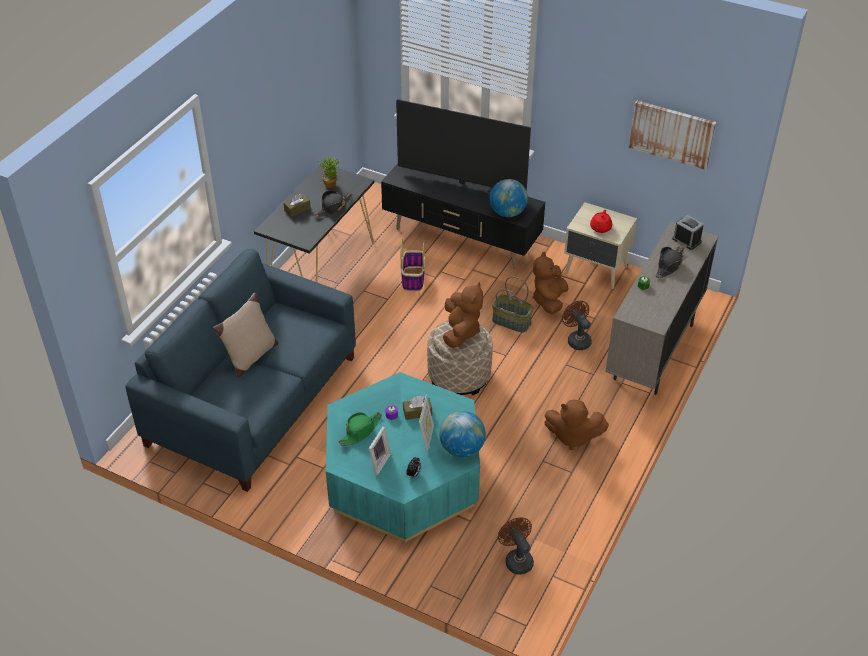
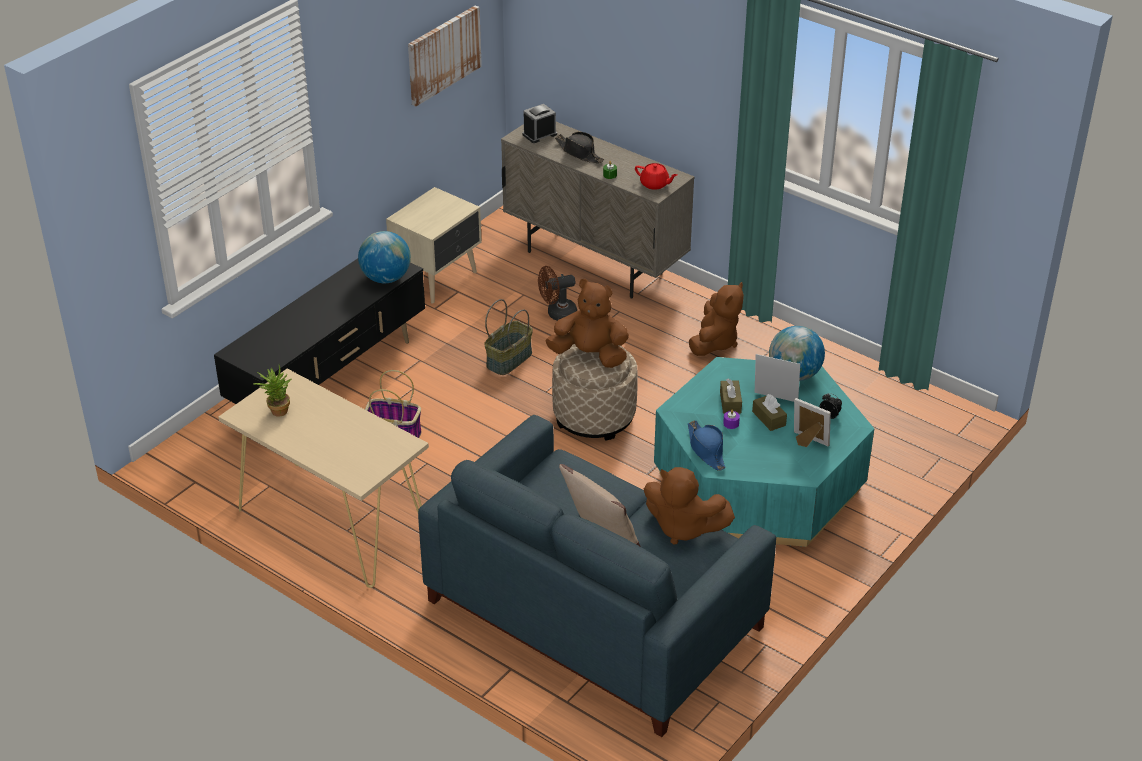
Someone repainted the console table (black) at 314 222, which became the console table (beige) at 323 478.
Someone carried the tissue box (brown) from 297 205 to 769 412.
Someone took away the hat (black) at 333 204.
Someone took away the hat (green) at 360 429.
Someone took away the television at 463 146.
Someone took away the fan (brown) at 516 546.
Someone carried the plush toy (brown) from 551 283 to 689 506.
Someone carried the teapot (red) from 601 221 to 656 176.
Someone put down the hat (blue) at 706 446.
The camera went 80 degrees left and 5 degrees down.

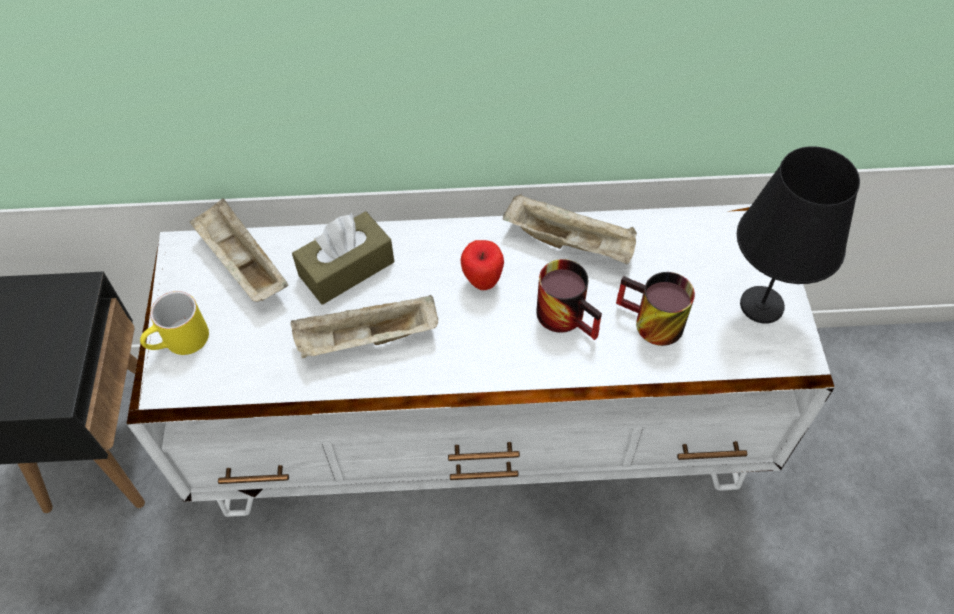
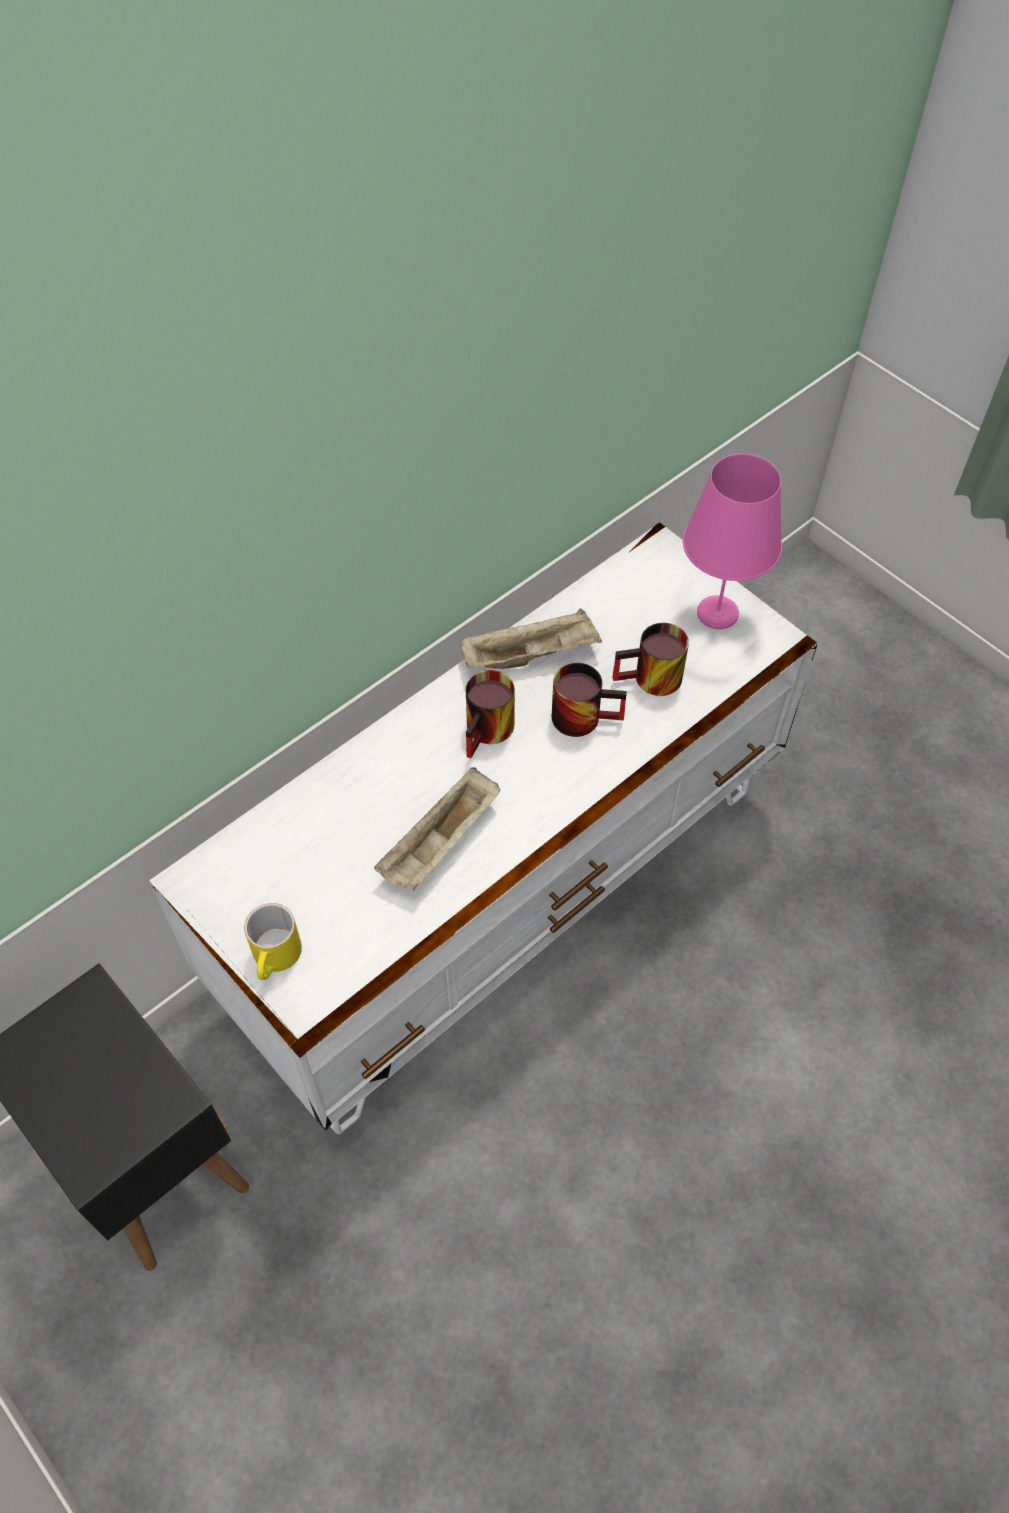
Someone took away the tray (beige) at 239 250.
Someone took away the tissue box (brown) at 343 258.
Someone swapped the apple at 482 265 for the mug at 490 714.
Someone repainted the table lamp (black) at 798 235, which became the table lamp (pink) at 732 541.
The camera went 40 degrees left and 0 degrees up.

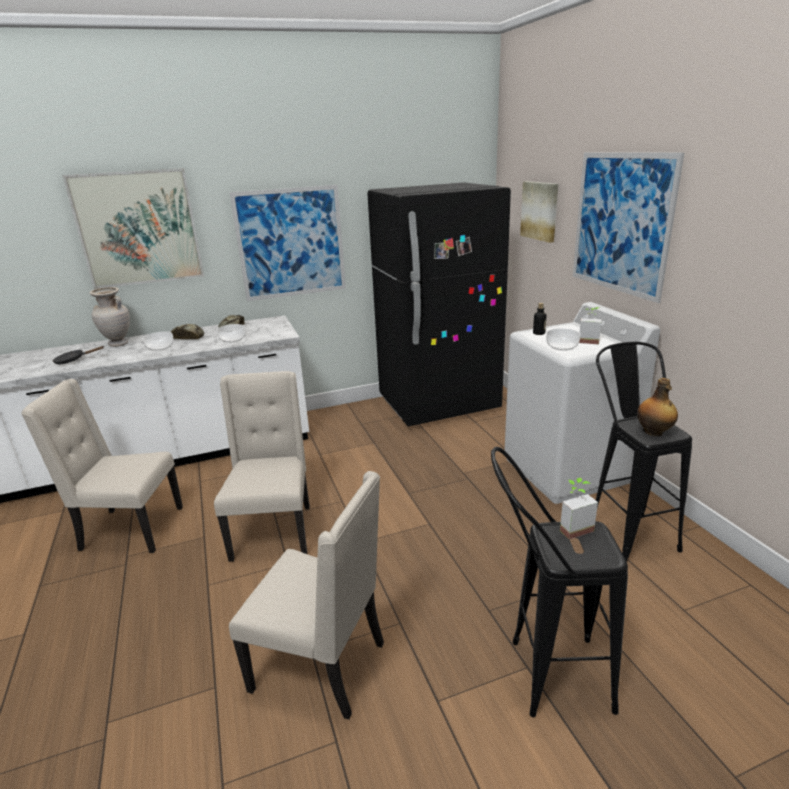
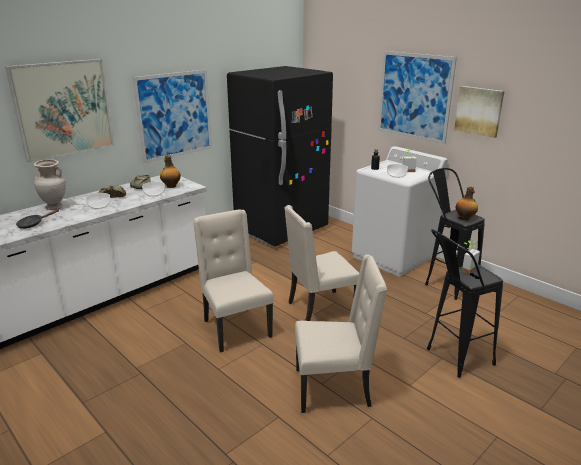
Someone carried the chair (beige) from 102 466 to 322 263.
Someone carried the picture from 539 212 to 479 112.
Someone put down the bottle at 170 171.
The camera went 25 degrees left and 0 degrees up.

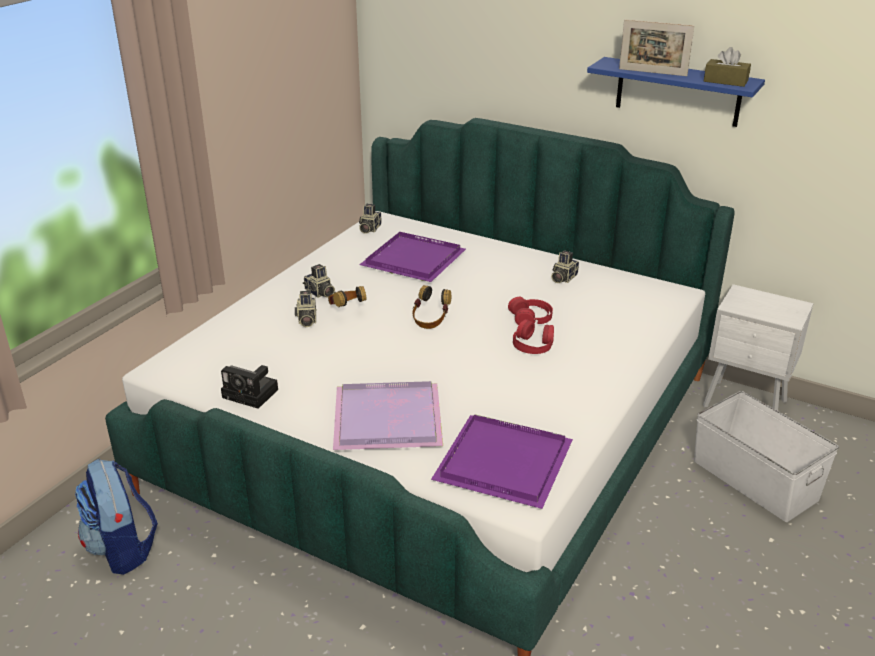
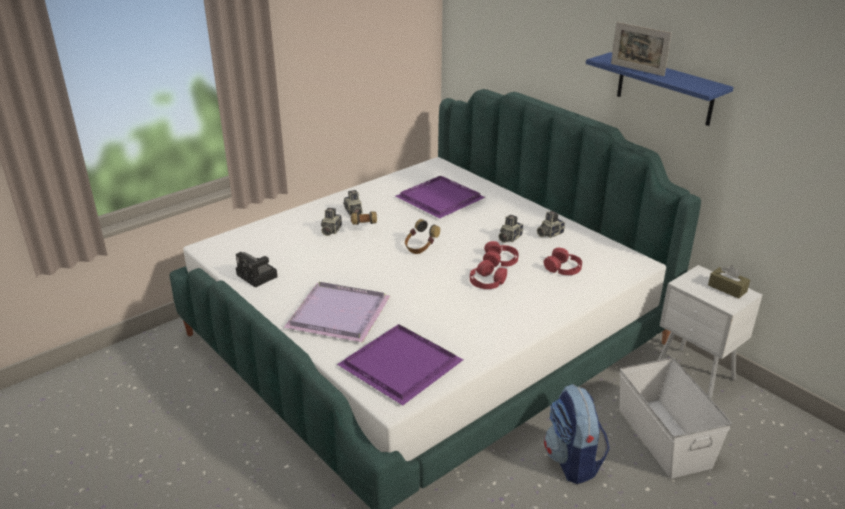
Someone carried the backpack from 116 517 to 577 434.
Someone carried the photo camera from 370 219 to 511 229.
Someone carried the tissue box (brown) from 727 67 to 729 282.
Someone put down the headphones (red) at 563 261.
The camera went 20 degrees right and 0 degrees up.

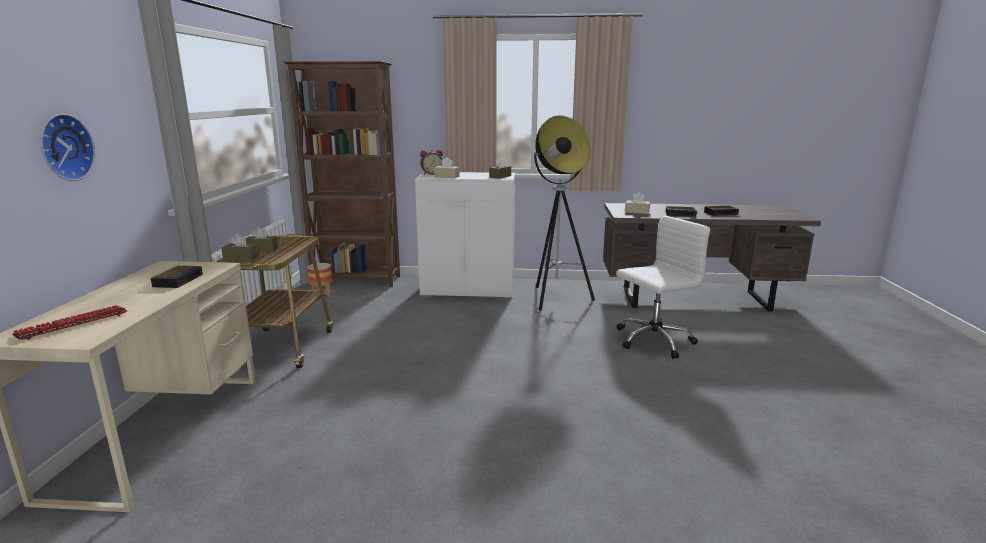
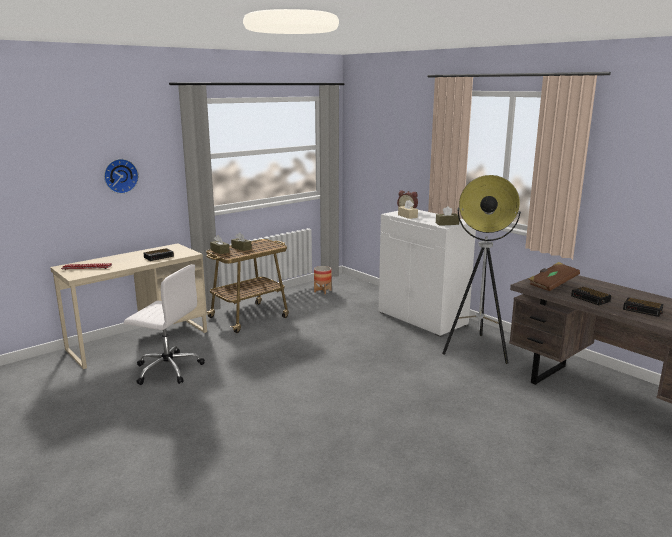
Someone took away the bookcase (brown) at 341 174.
Someone carried the office chair (white) from 663 287 to 164 324.
Someone swapped the tissue box (beige) at 637 203 for the book (brown) at 554 276.
The camera went 45 degrees right and 0 degrees up.

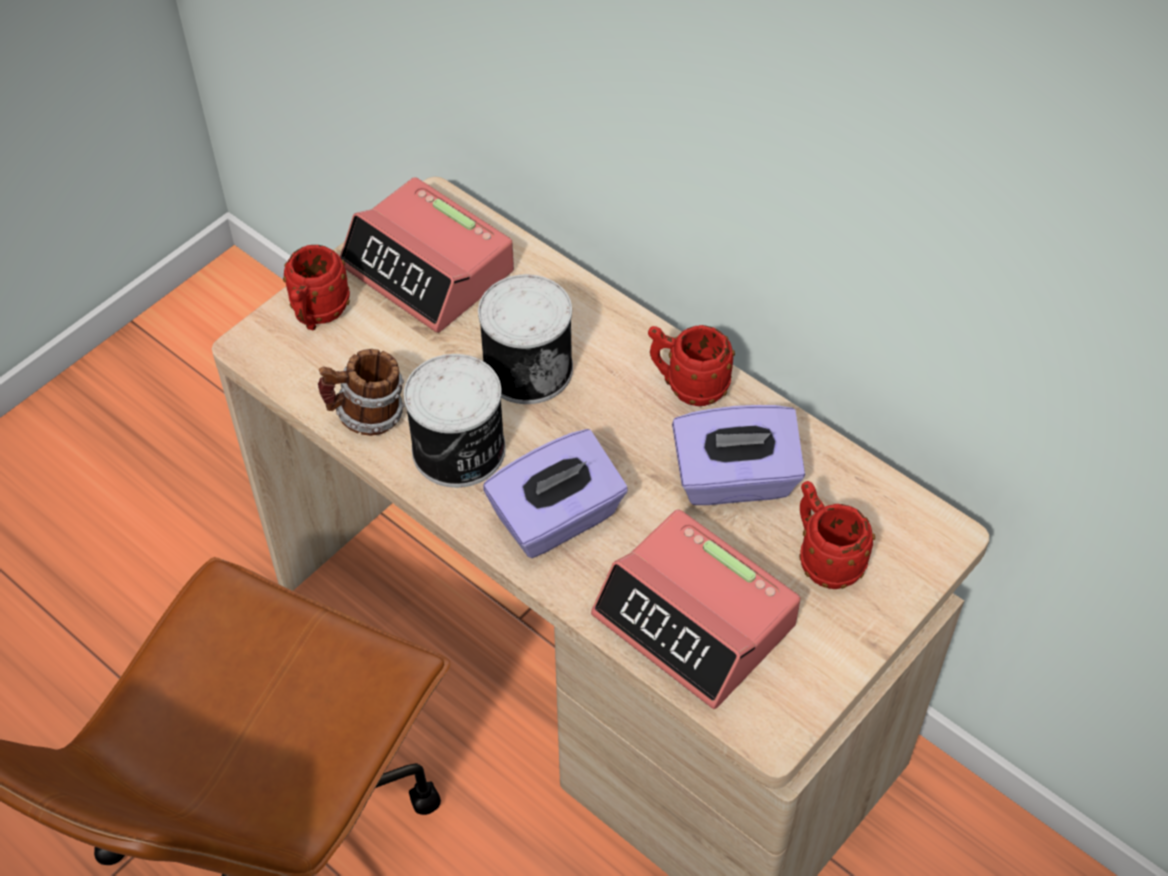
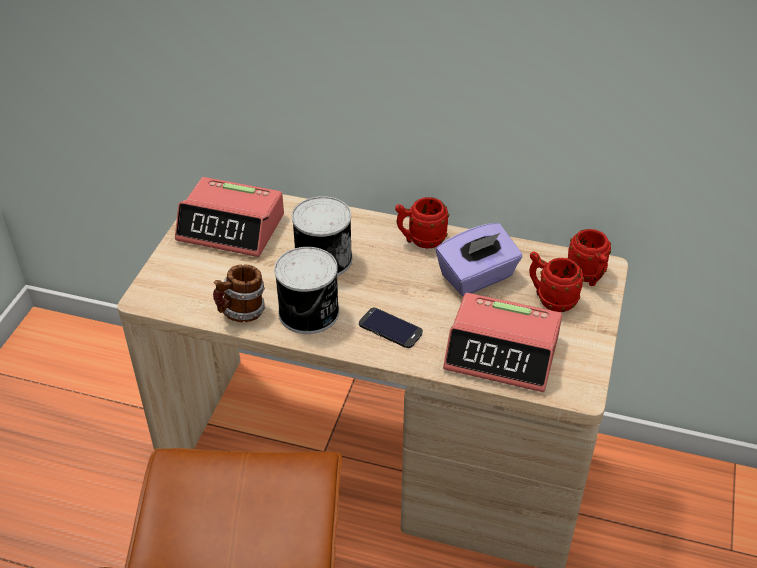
Someone carried the mug (red) from 316 287 to 589 257.
Someone swapped the tissue box (purple) at 555 493 for the phone at 391 328.
The camera went 25 degrees left and 10 degrees down.

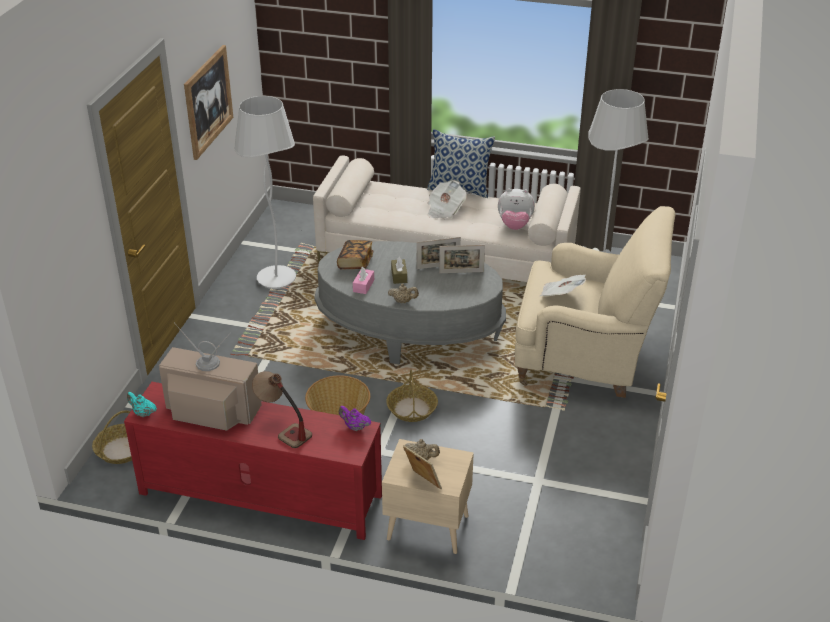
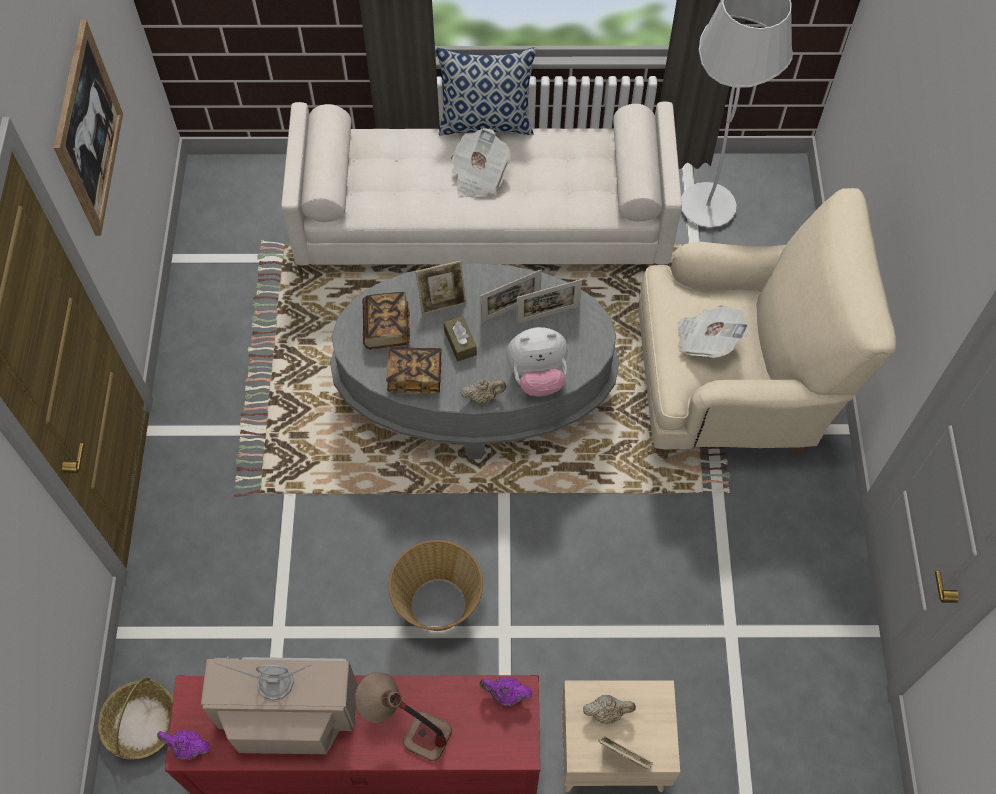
Someone repainted the teapot (turquoise) at 142 404, which became the teapot (purple) at 183 745.
Someone took away the floor lamp (white) at 265 192.
Someone swapped the tissue box (pink) at 363 280 for the book at 414 370.
Someone took away the basket at 412 396.
Someone carried the plush toy from 516 209 to 537 361.
Someone put down the picture frame at 441 287.
The camera went 15 degrees left and 25 degrees up.

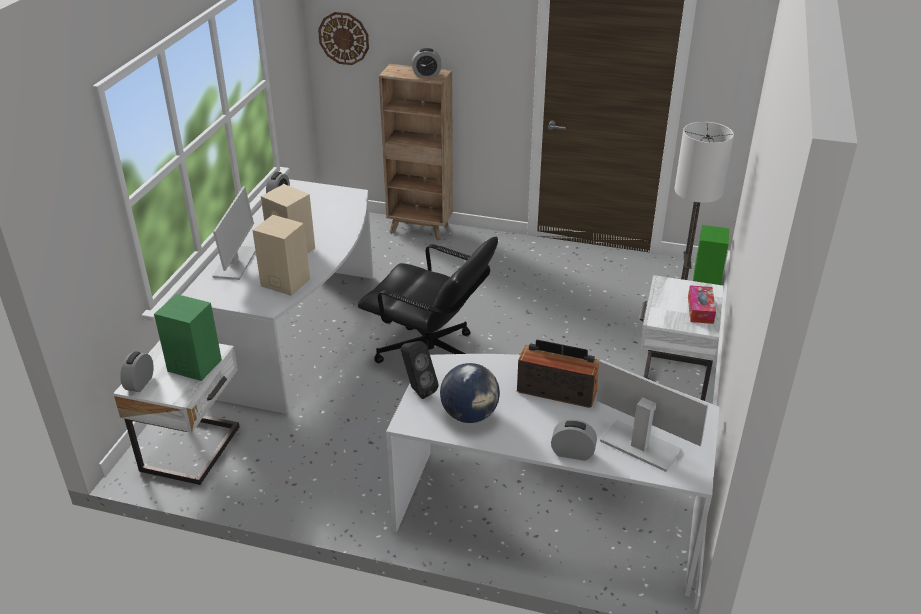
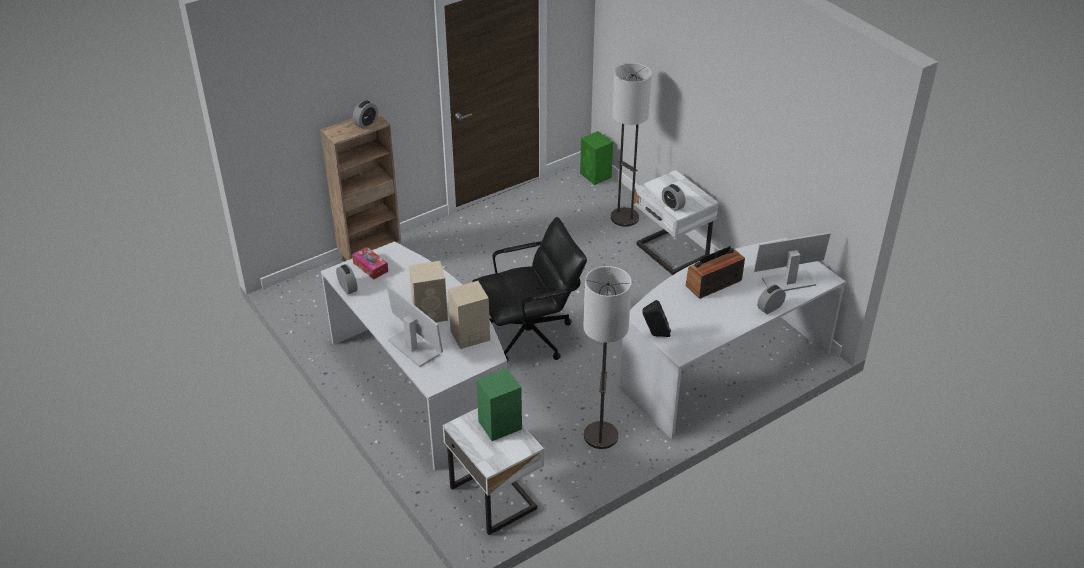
Someone carried the alarm clock from 136 371 to 674 197.
Someone took away the wall clock at 343 38.
Someone took away the globe at 470 393.
Someone carried the tissue box from 702 304 to 370 263.
Someone put down the floor lamp at 607 357.
The camera went 50 degrees left and 5 degrees up.

